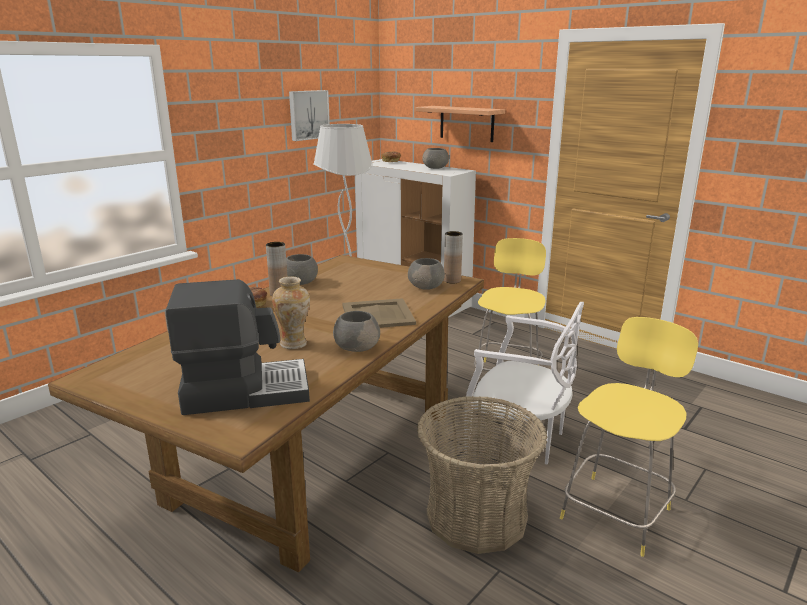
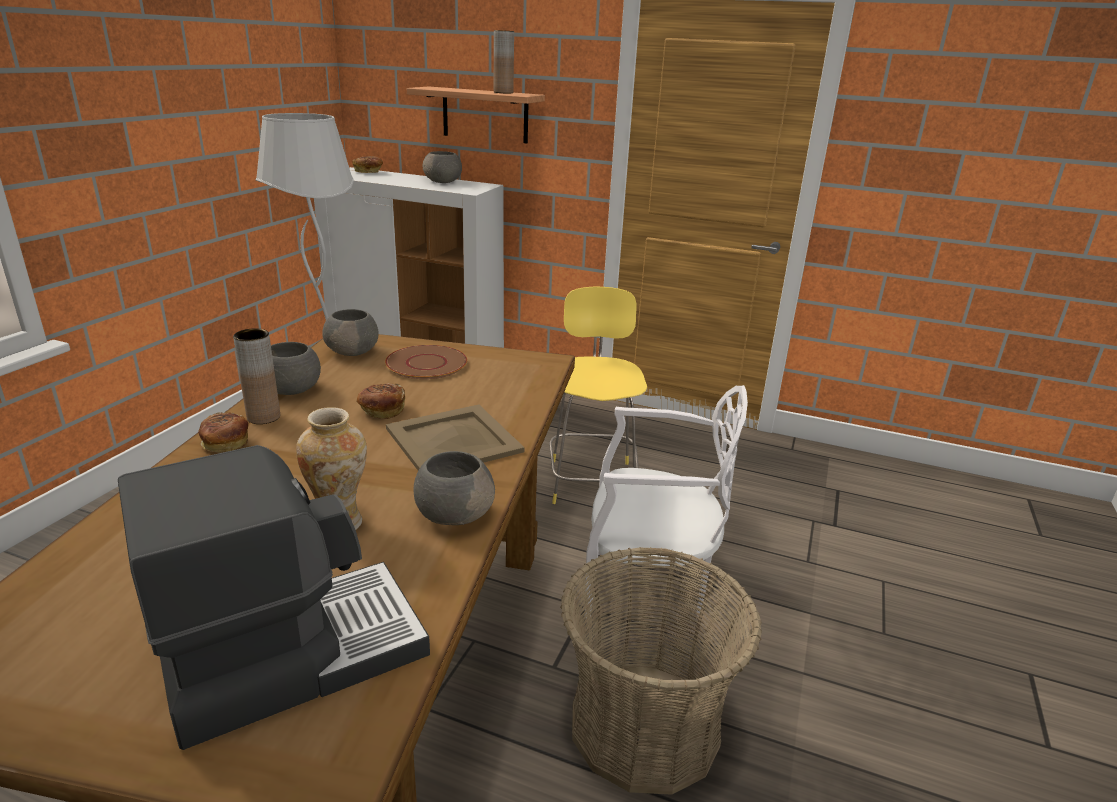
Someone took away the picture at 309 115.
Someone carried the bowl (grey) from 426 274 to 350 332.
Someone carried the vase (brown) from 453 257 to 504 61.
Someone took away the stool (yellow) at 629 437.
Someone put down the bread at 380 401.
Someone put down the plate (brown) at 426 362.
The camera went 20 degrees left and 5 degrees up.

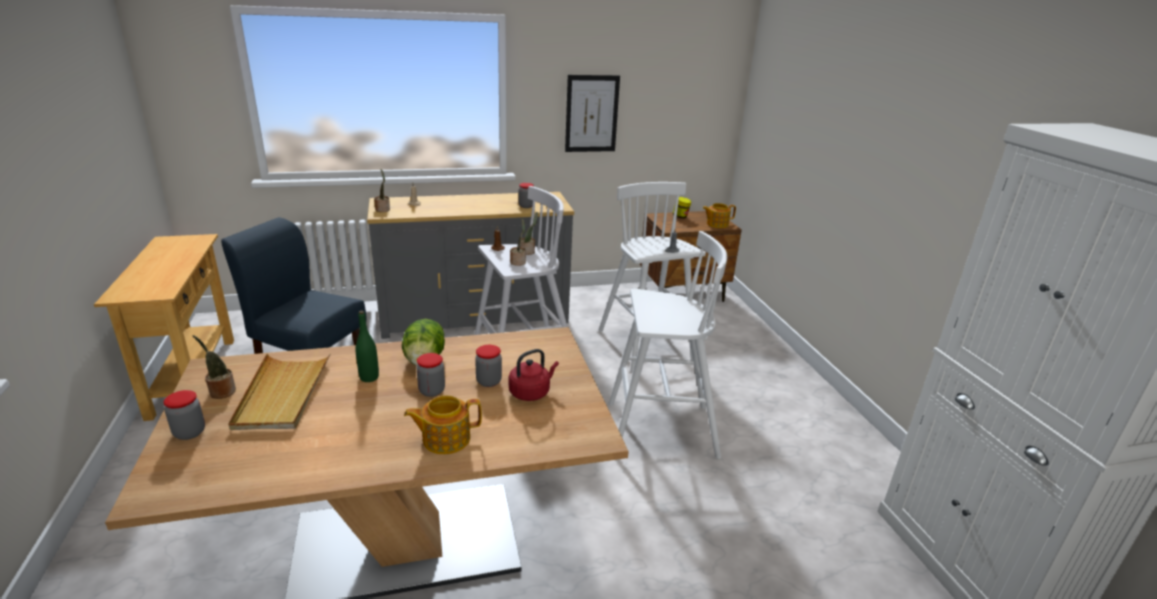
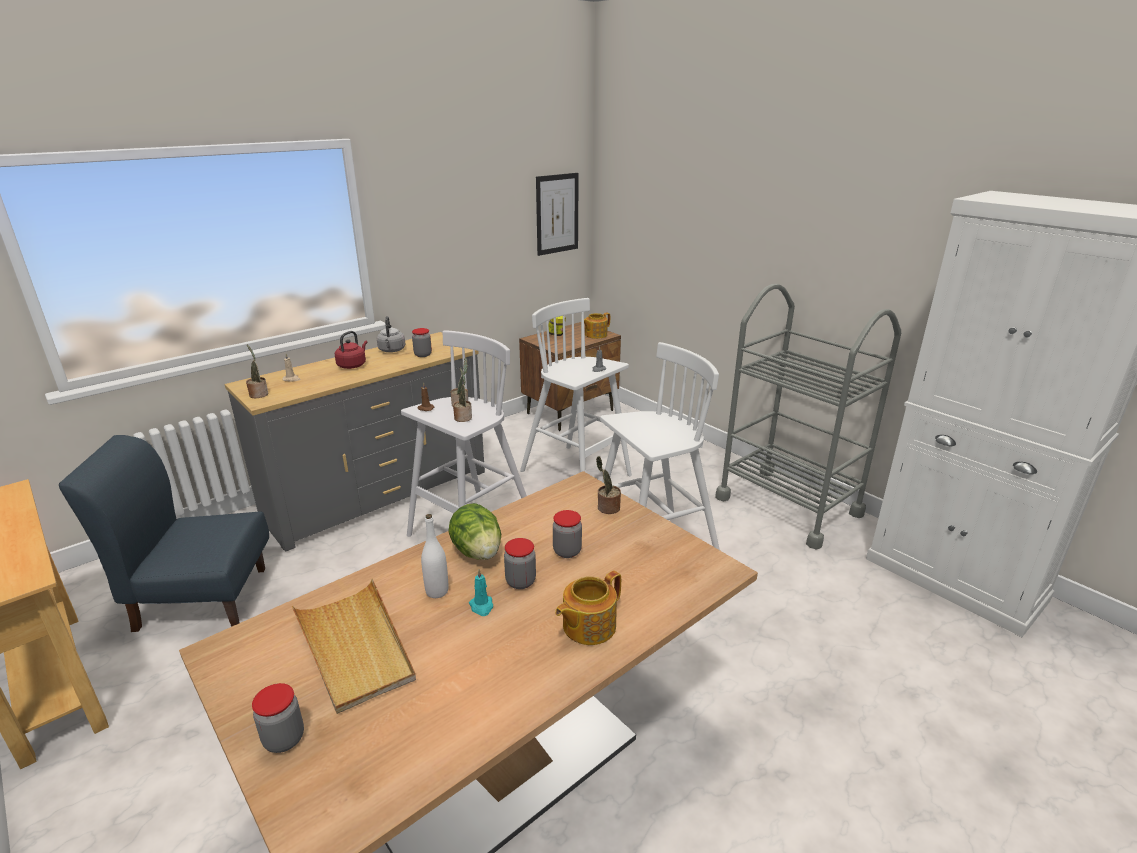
Someone carried the potted plant from 214 367 to 608 485.
Someone repainted the bottle (green) at 367 346, which became the bottle (white) at 434 556.
Someone carried the kettle (red) from 534 375 to 351 350.
Someone carried the picture from 592 113 to 557 214.
Someone put down the kettle (grey) at 391 334.
Someone put down the candle (turquoise) at 481 593.
Someone put down the cart (grey) at 808 417.
The camera went 25 degrees left and 0 degrees up.

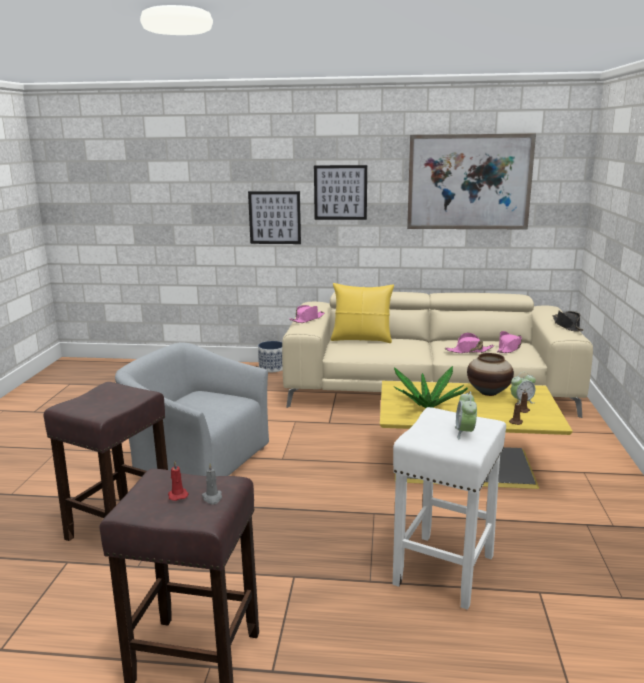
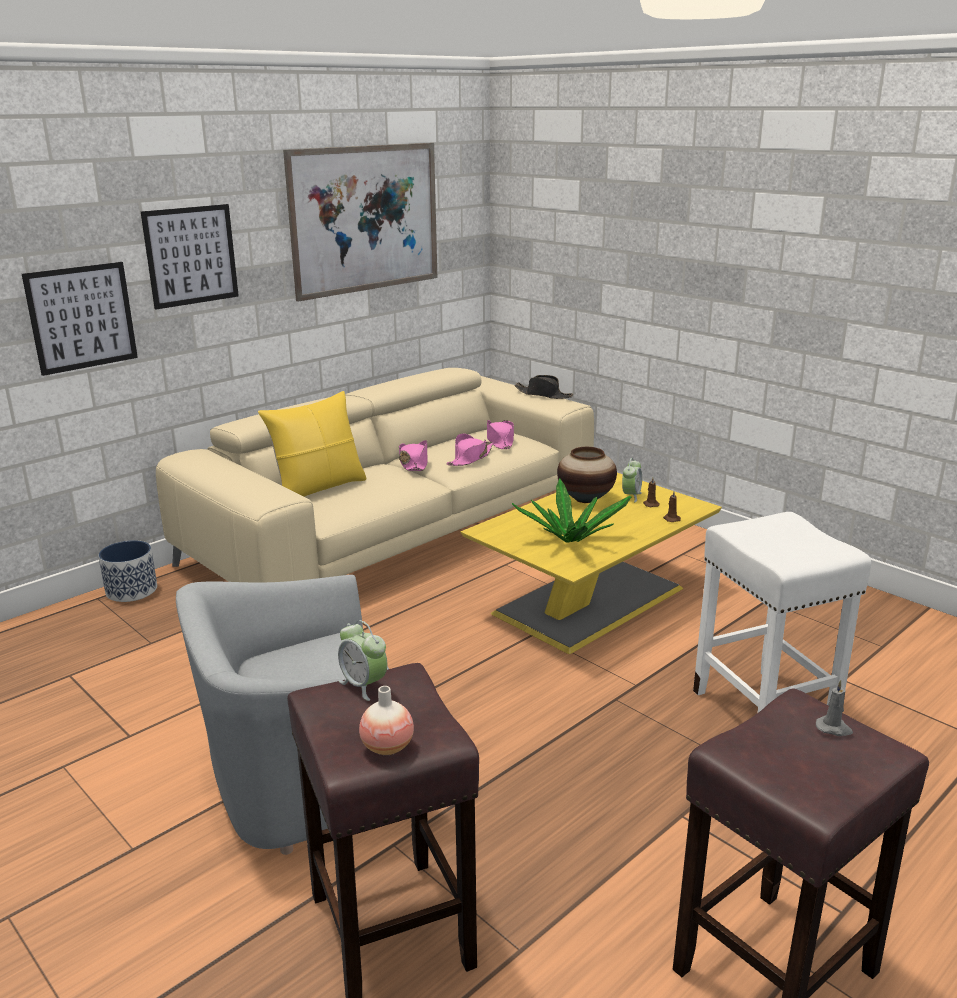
Someone took away the candle (red) at 178 481.
Someone carried the hat (pink) from 306 314 to 413 455.
Someone carried the alarm clock from 466 415 to 362 660.
Someone put down the vase at 386 720.
The camera went 50 degrees left and 5 degrees up.

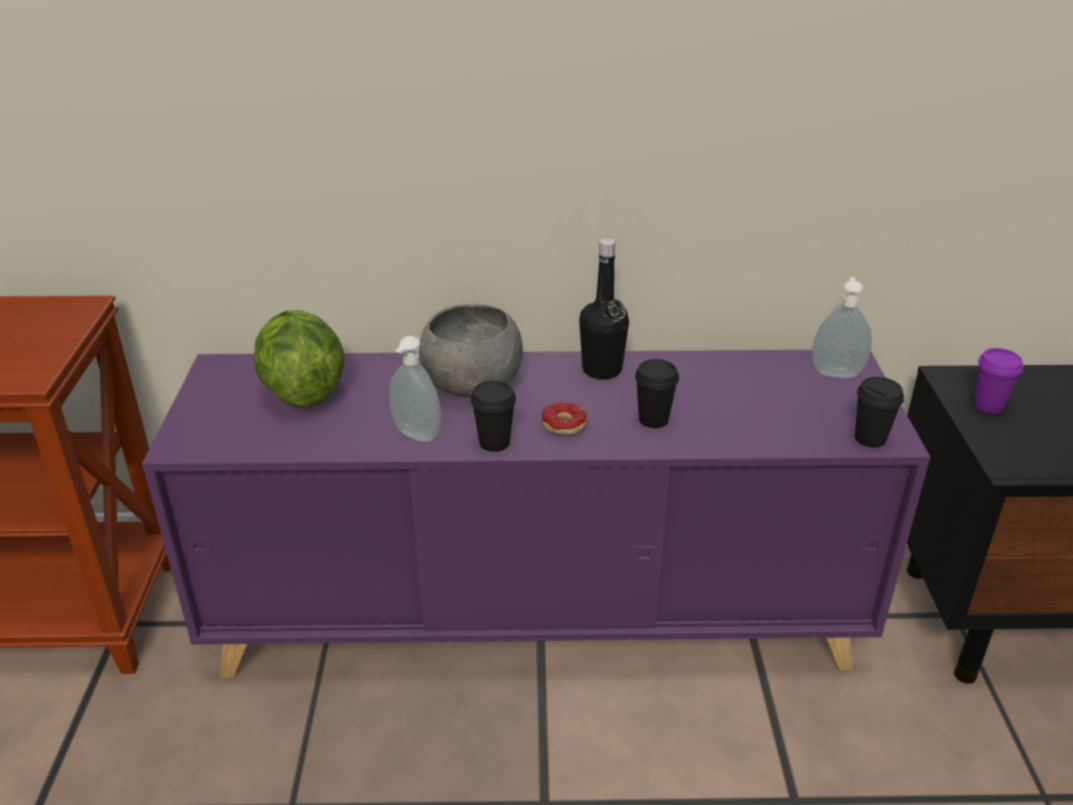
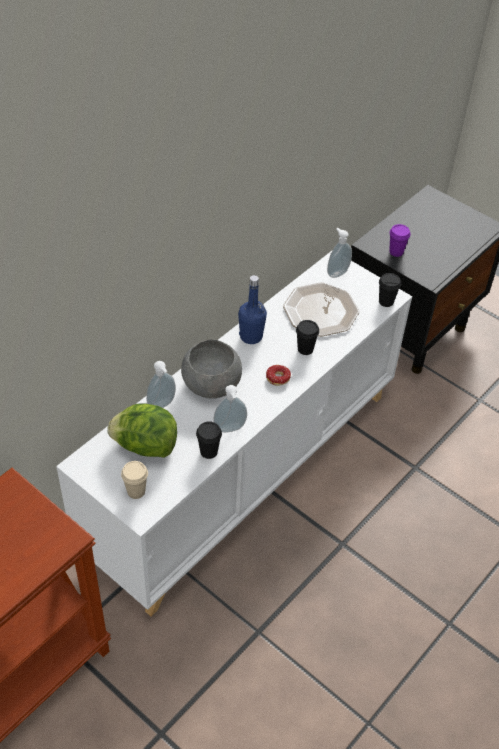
Someone repainted the cabinet (purple) at 536 514, which became the cabinet (white) at 234 434.
Someone carried the cup (black) from 493 416 to 209 440.
Someone repainted the bottle (black) at 604 308, which became the bottle (blue) at 252 309.
Someone put down the cup (beige) at 134 480.
Someone put down the soap dispenser at 161 384.
Someone put down the plate at 321 309.
The camera went 50 degrees left and 15 degrees up.

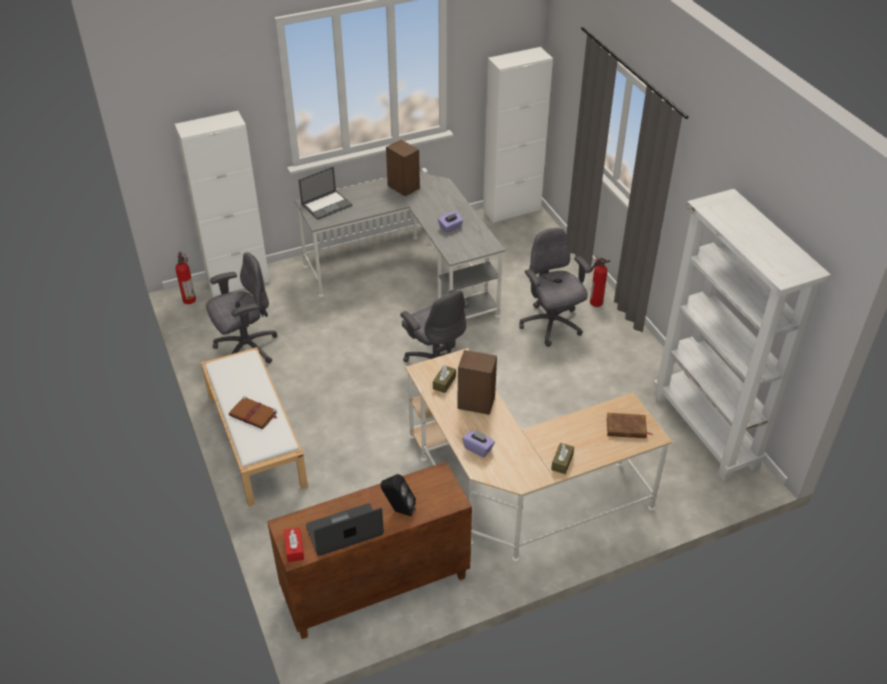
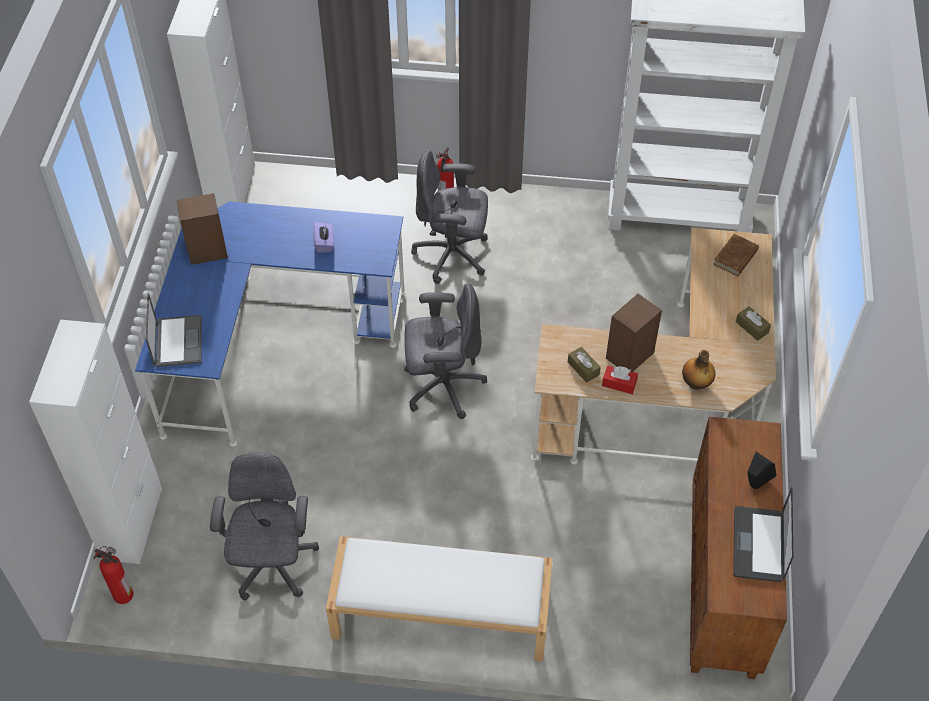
Someone took away the book (brown) at 253 412.
Someone carried the tissue box (red) from 294 544 to 620 379.
Someone repainted the desk (grey) at 399 245, which became the desk (blue) at 270 324.
Someone swapped the tissue box (purple) at 478 443 for the bottle at 698 370.
The camera went 60 degrees left and 10 degrees up.

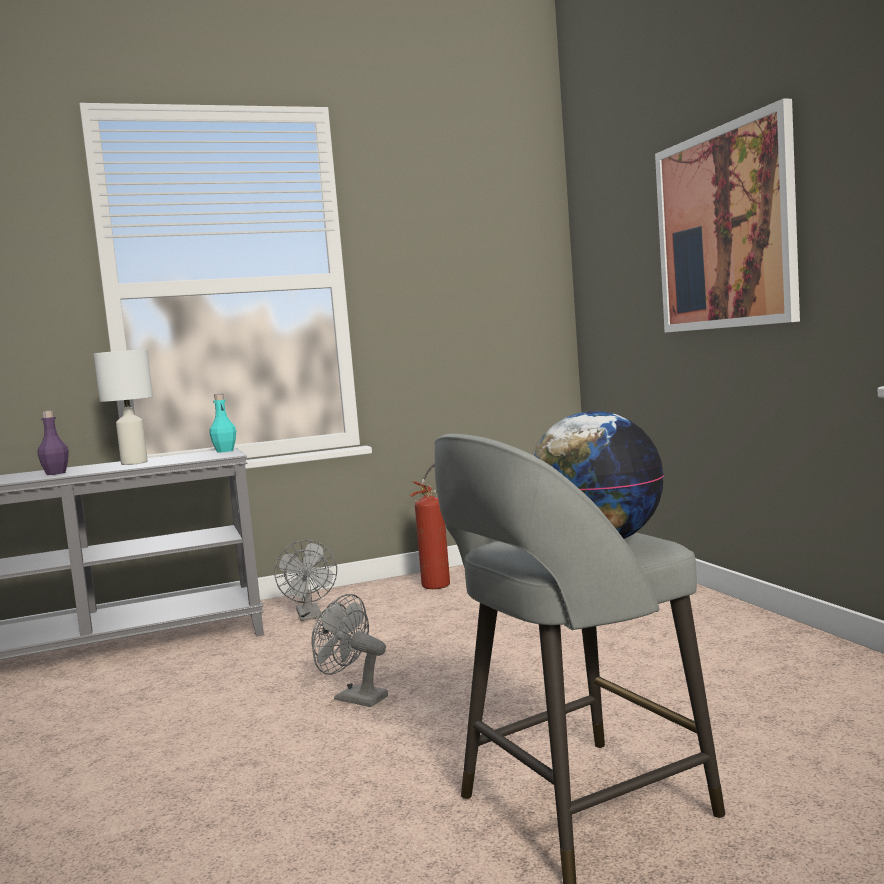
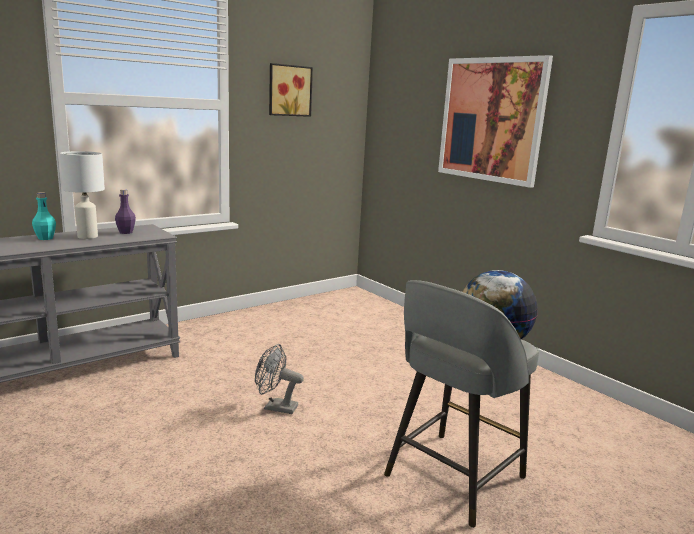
Someone carried the bottle (purple) from 53 442 to 125 211.
Someone carried the bottle (turquoise) from 222 423 to 44 216.
Someone took away the fan (grey) at 305 580.
Someone took away the fire extinguisher at 430 526.
Someone put up the picture at 291 90.
The camera went 20 degrees left and 10 degrees up.

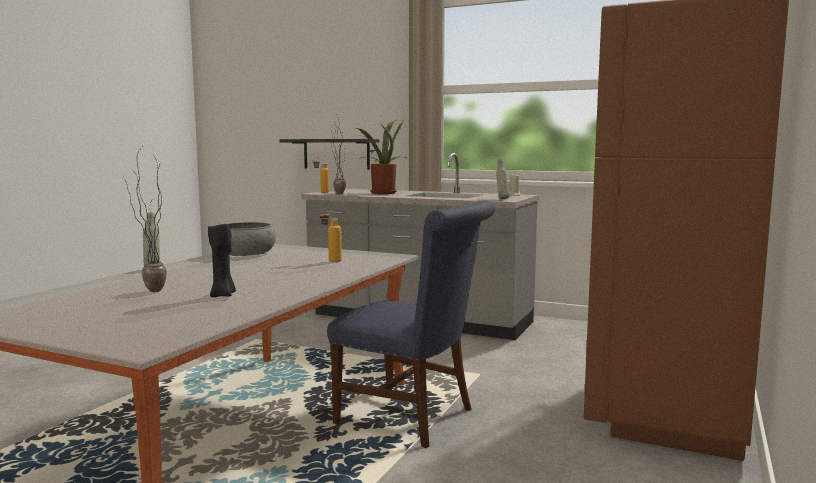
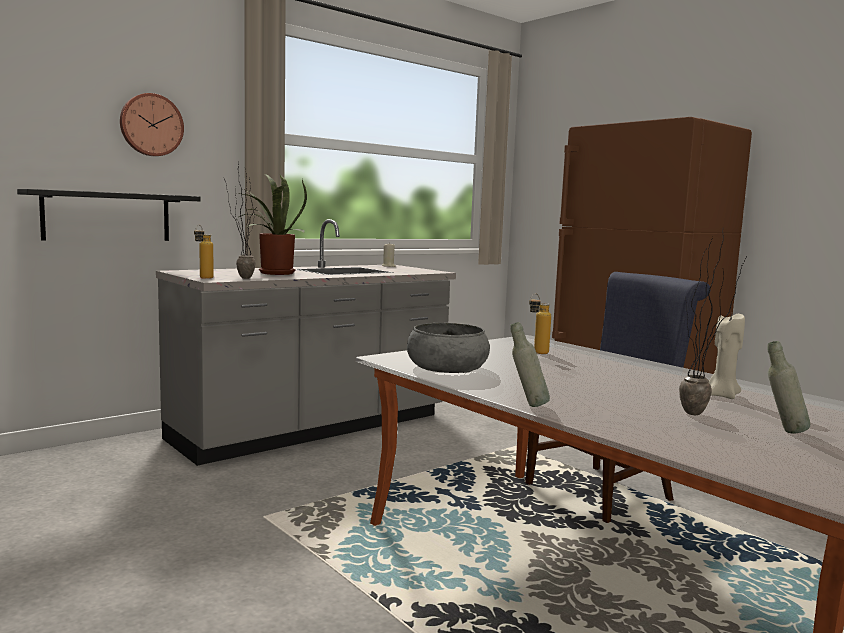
Someone repainted the candle (black) at 222 260, which became the candle (beige) at 727 356.
Someone carried the bottle (grey) from 503 179 to 788 387.
Someone put up the wall clock at 152 124.
The camera went 65 degrees left and 0 degrees up.

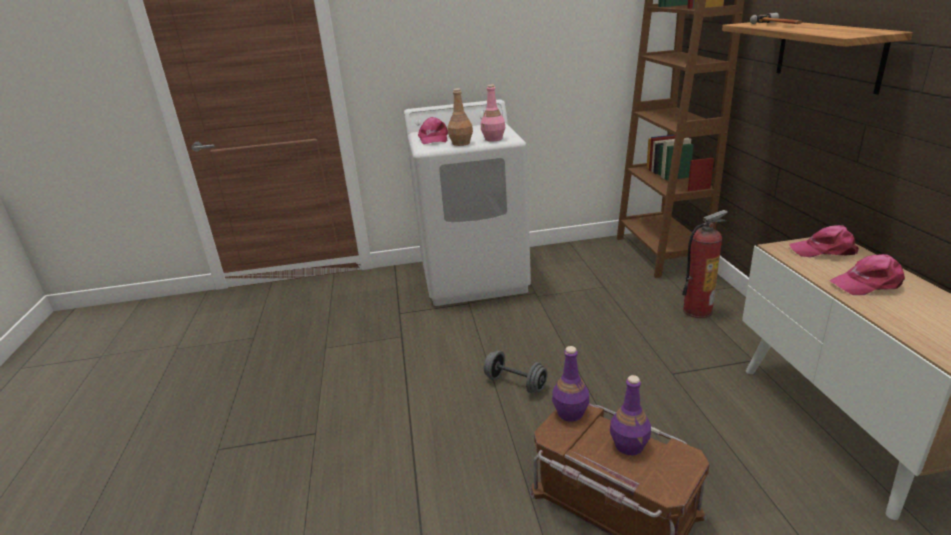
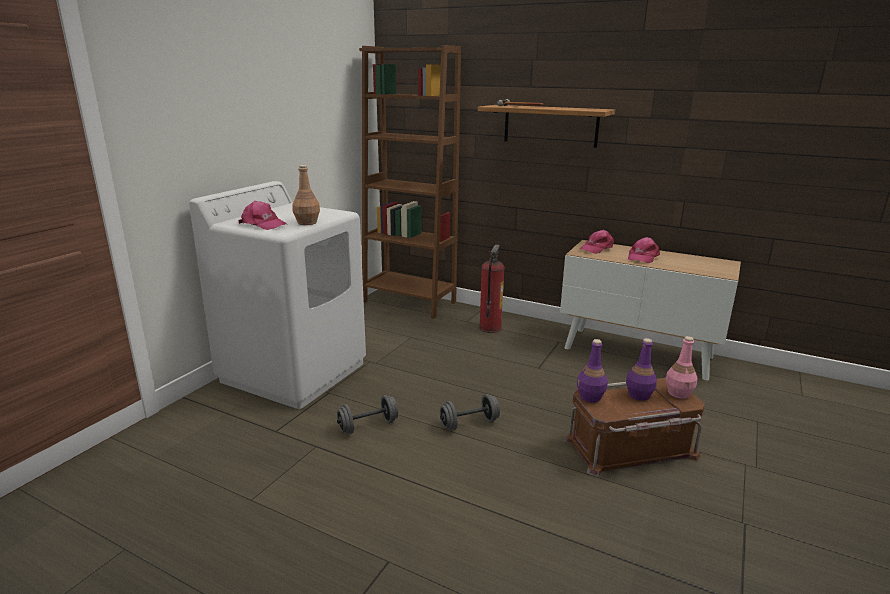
Someone carried the bottle (pink) from 493 113 to 681 367.
Someone put down the dumbbell (grey) at 367 414.
The camera went 55 degrees left and 5 degrees down.

